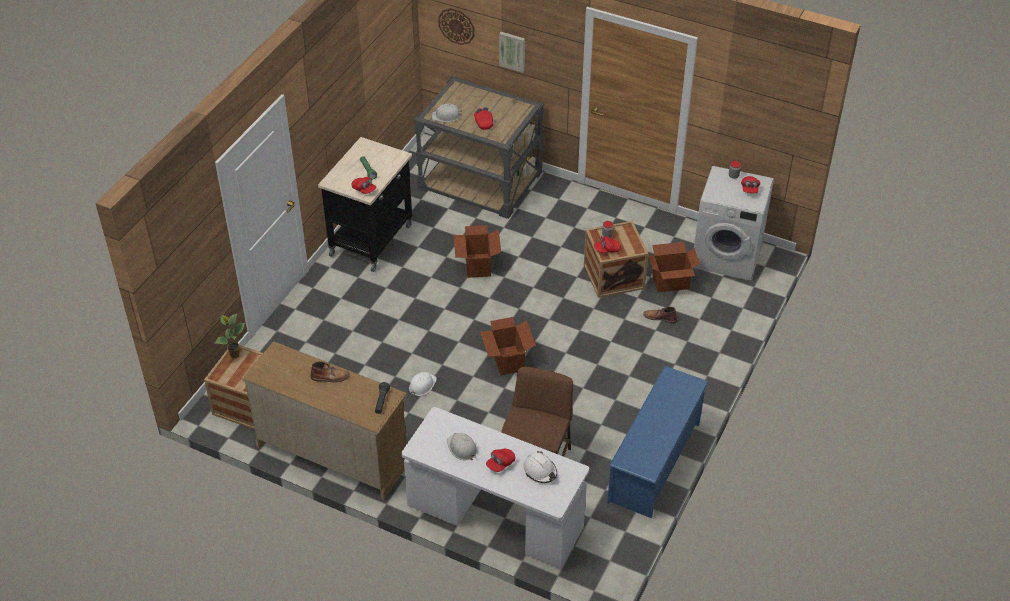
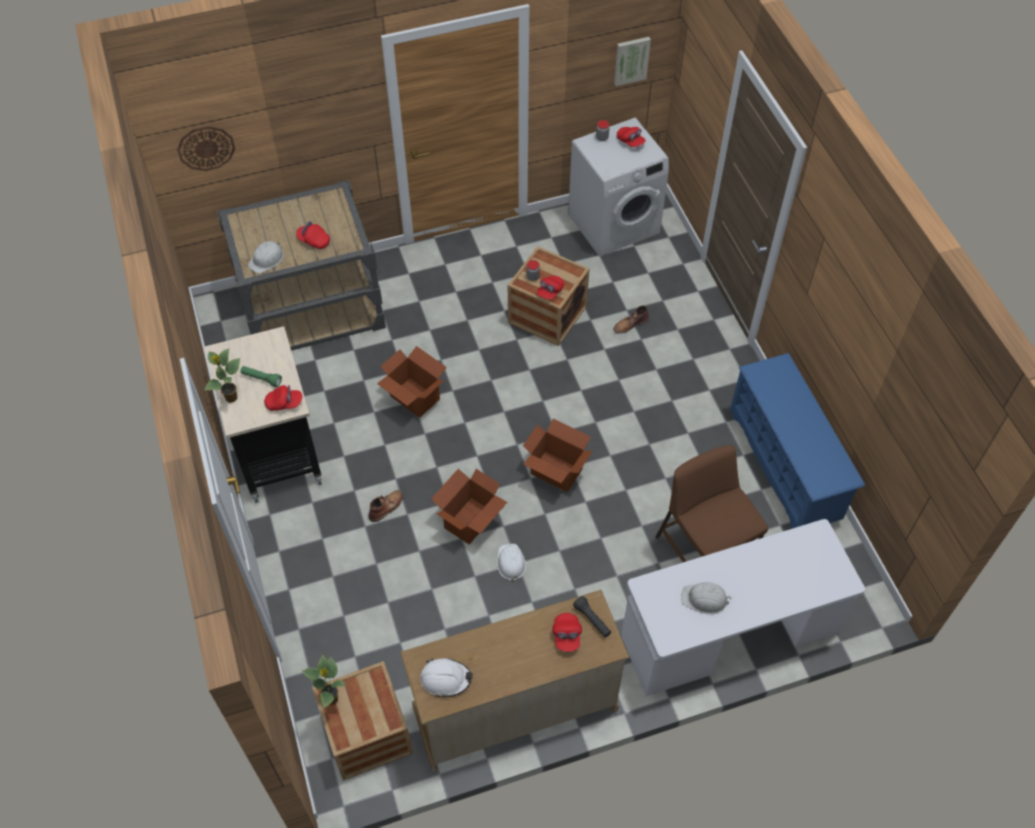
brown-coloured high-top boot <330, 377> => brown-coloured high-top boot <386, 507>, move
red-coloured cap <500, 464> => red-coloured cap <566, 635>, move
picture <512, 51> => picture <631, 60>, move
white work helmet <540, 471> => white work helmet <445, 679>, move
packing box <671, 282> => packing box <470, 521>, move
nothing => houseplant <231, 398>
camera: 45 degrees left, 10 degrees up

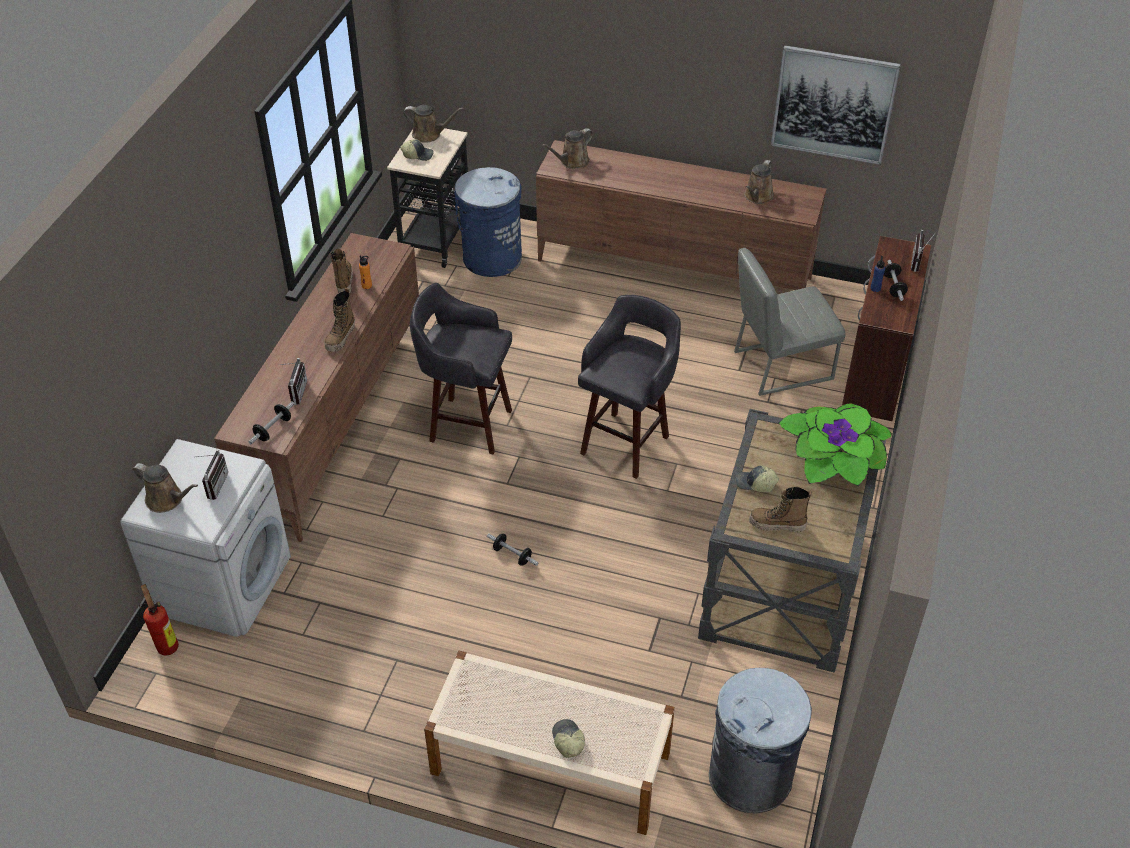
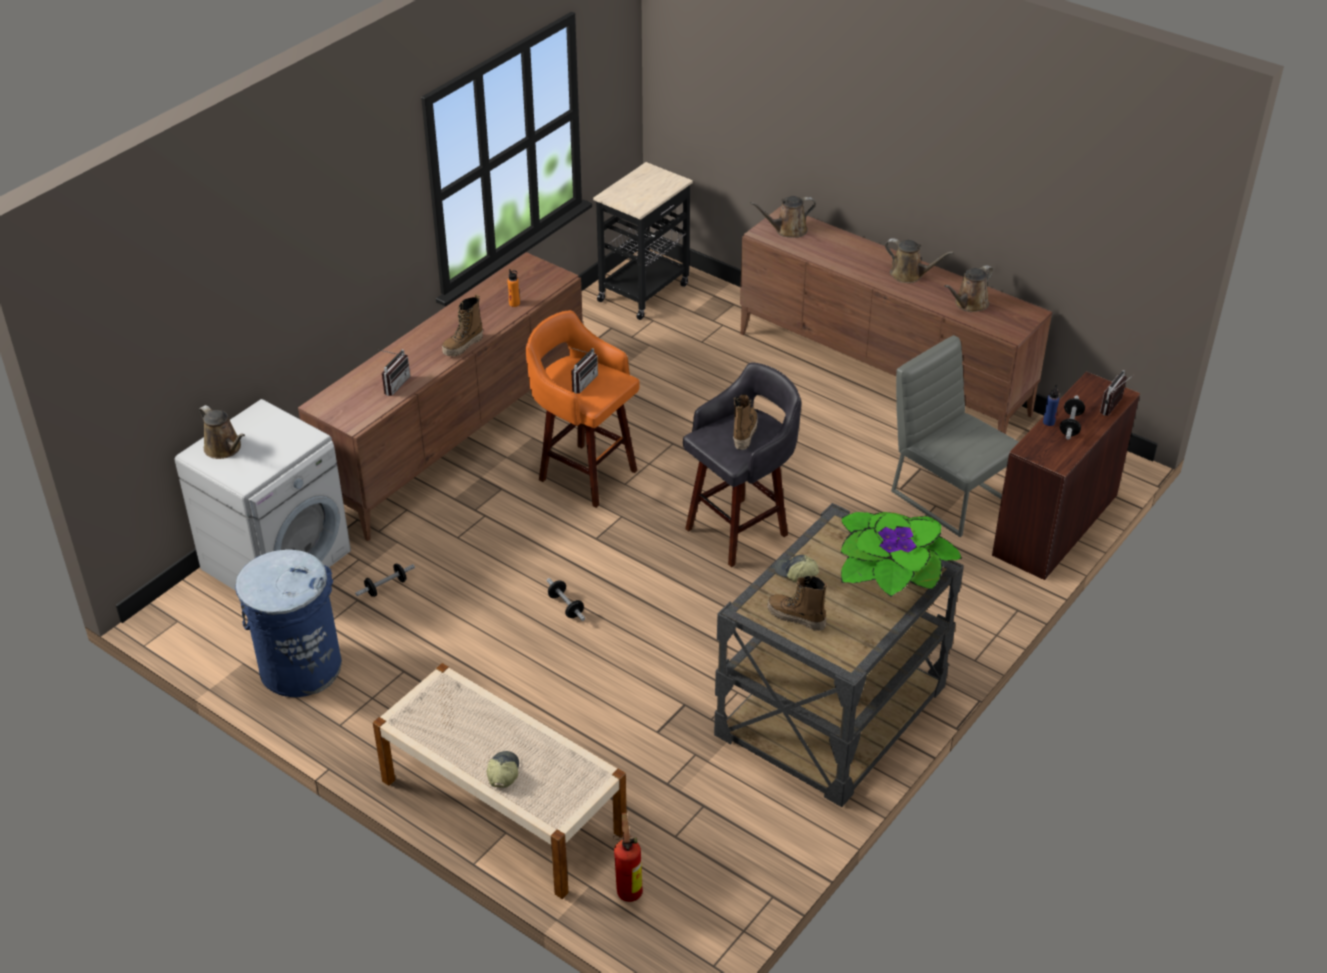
extinguisher <167, 645> => extinguisher <629, 889>, move
radio set <213, 485> => radio set <581, 382>, move
hand weight <273, 429> => hand weight <386, 587>, move
high-top boot <343, 281> => high-top boot <744, 433>, move
cap <418, 155> => nothing
brown-coloured watering pot <429, 134> => brown-coloured watering pot <909, 275>, move
gray stool <467, 424> => orangey stool <584, 473>
blue-coloured trash can <491, 258> => blue-coloured trash can <300, 667>, move
gray trash can <751, 776> => nothing
gray plain chair <780, 365> => gray plain chair <948, 494>, 45 degrees clockwise
picture <833, 104> => nothing
camera: 20 degrees right, 5 degrees down

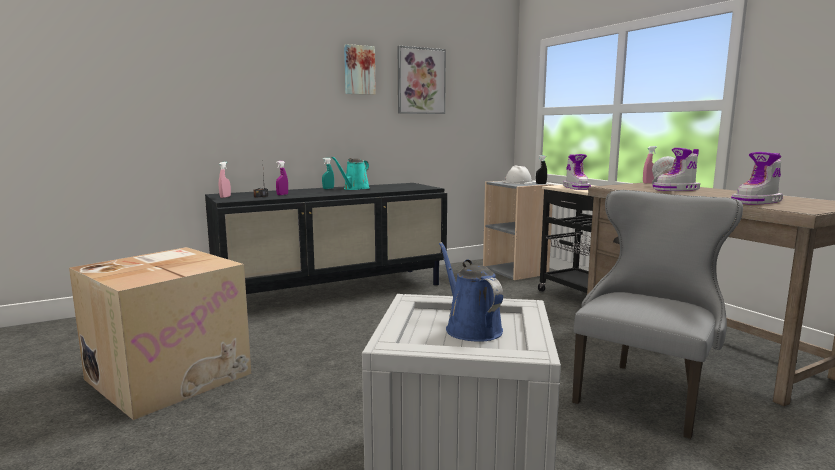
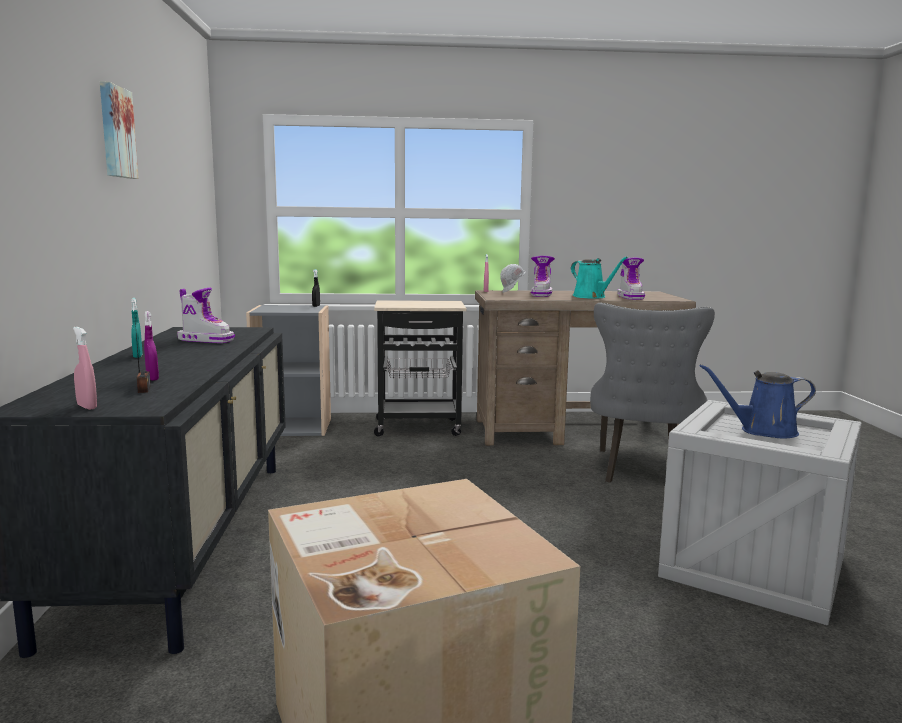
blue-green watering pot <354, 188> => blue-green watering pot <591, 297>, move
picture <421, 81> => nothing
white work helmet <517, 182> => nothing
high-top boot <576, 188> => high-top boot <206, 340>, move
gray plain chair <644, 393> => gray plain chair <642, 470>, 135 degrees counterclockwise
camera: 65 degrees left, 0 degrees up

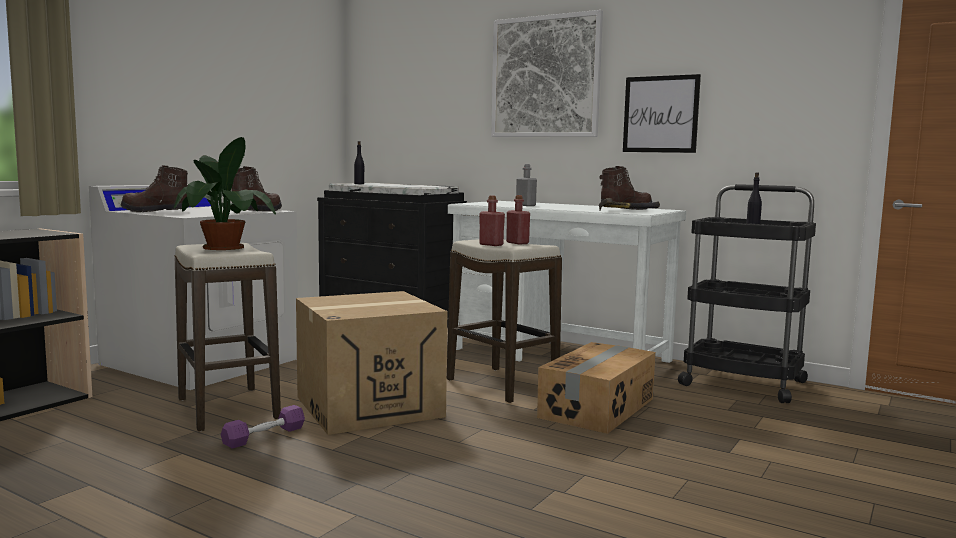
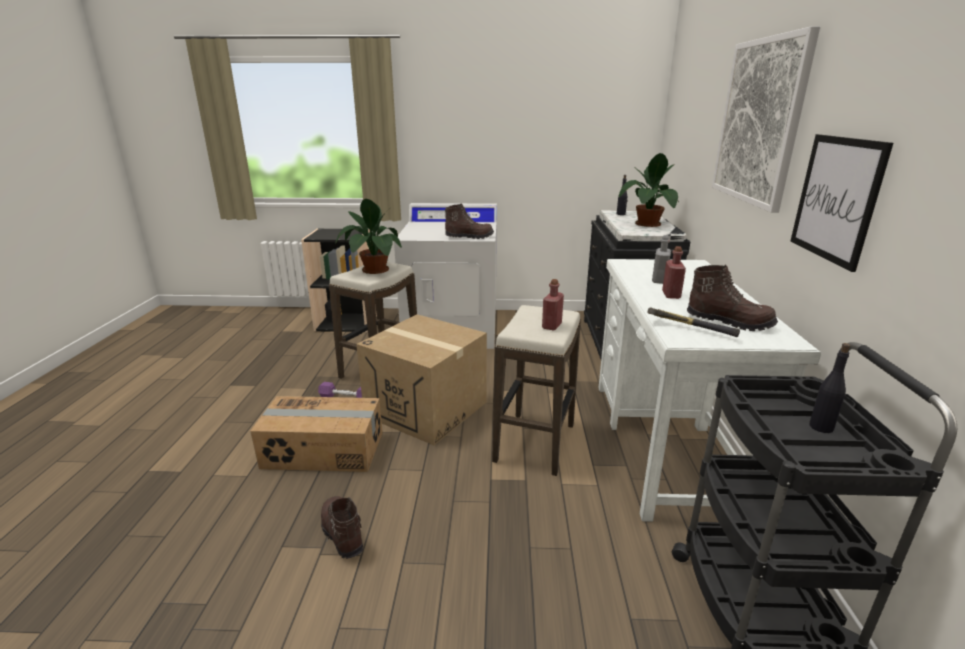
brown-coloured high-top boot <155, 211> => brown-coloured high-top boot <341, 534>, move
red-coloured beverage bottle <491, 245> => red-coloured beverage bottle <671, 295>, move
packing box <598, 408> => packing box <323, 451>, move
nothing => houseplant <647, 224>
camera: 60 degrees right, 15 degrees up

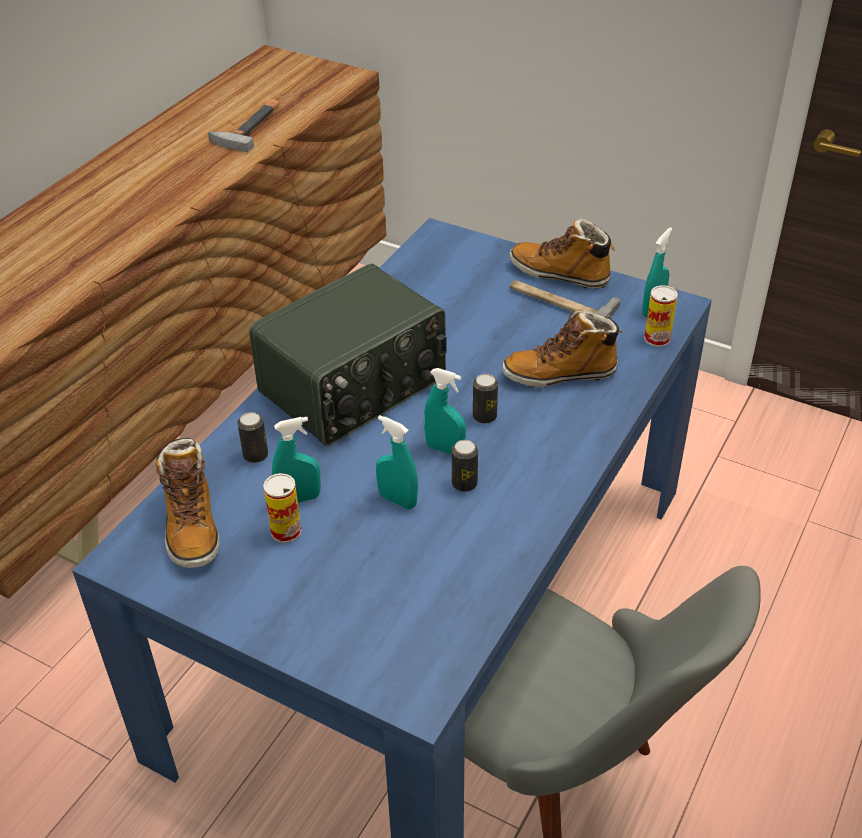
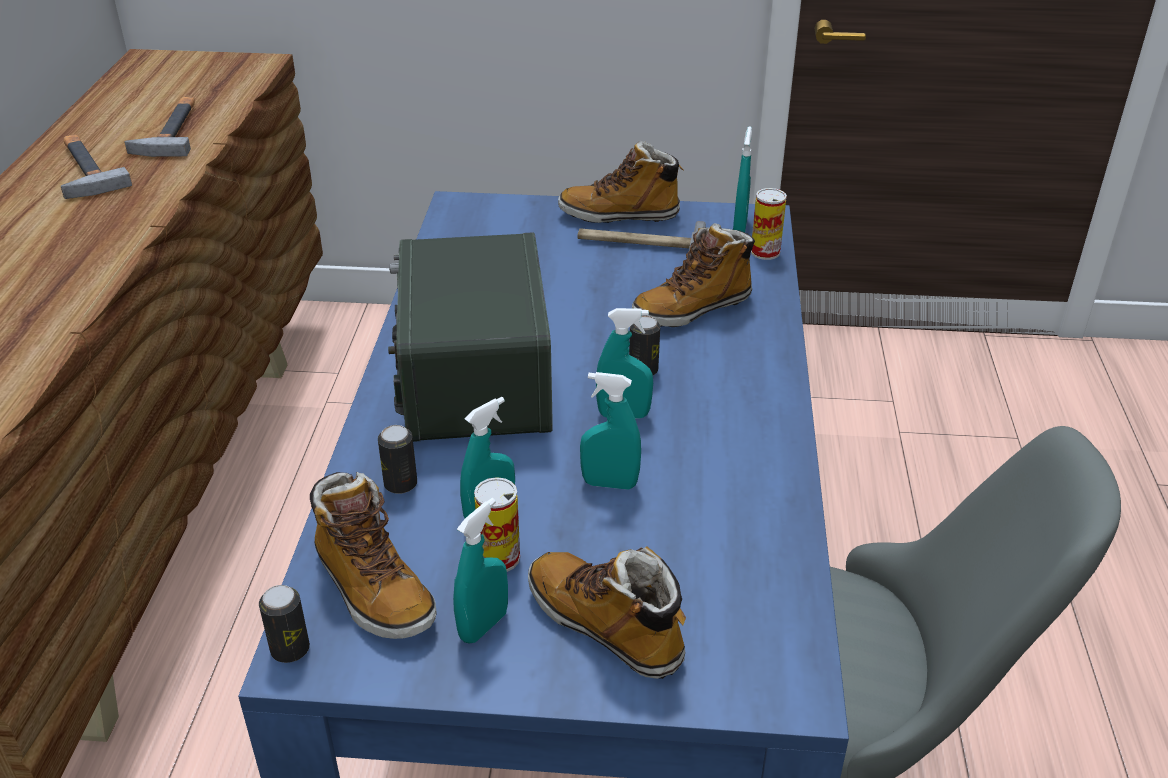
radio set <355, 387> => radio set <472, 379>, 150 degrees clockwise
sealed can <464, 483> => sealed can <290, 649>, move
nothing => tool hammer <83, 169>
nothing => blue-green hand sprayer <483, 626>
nothing => high-top boot <606, 626>
camera: 25 degrees left, 5 degrees down

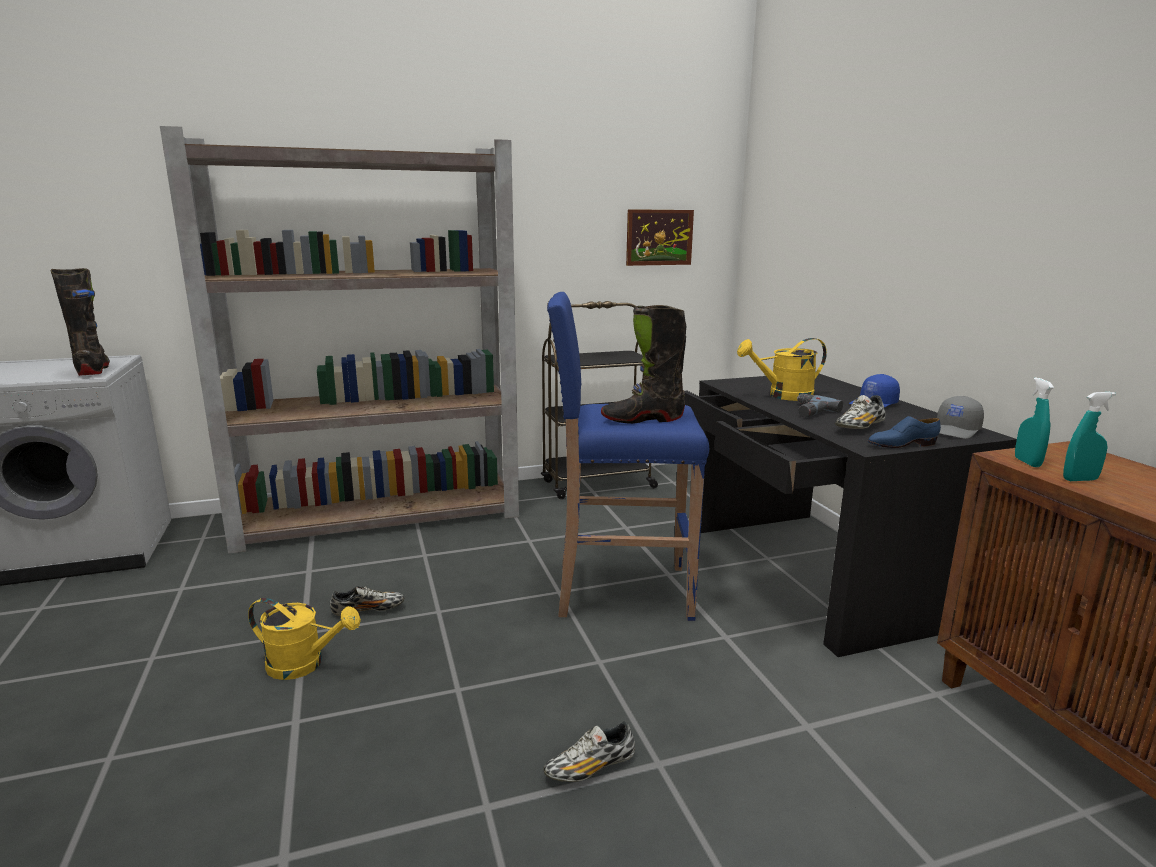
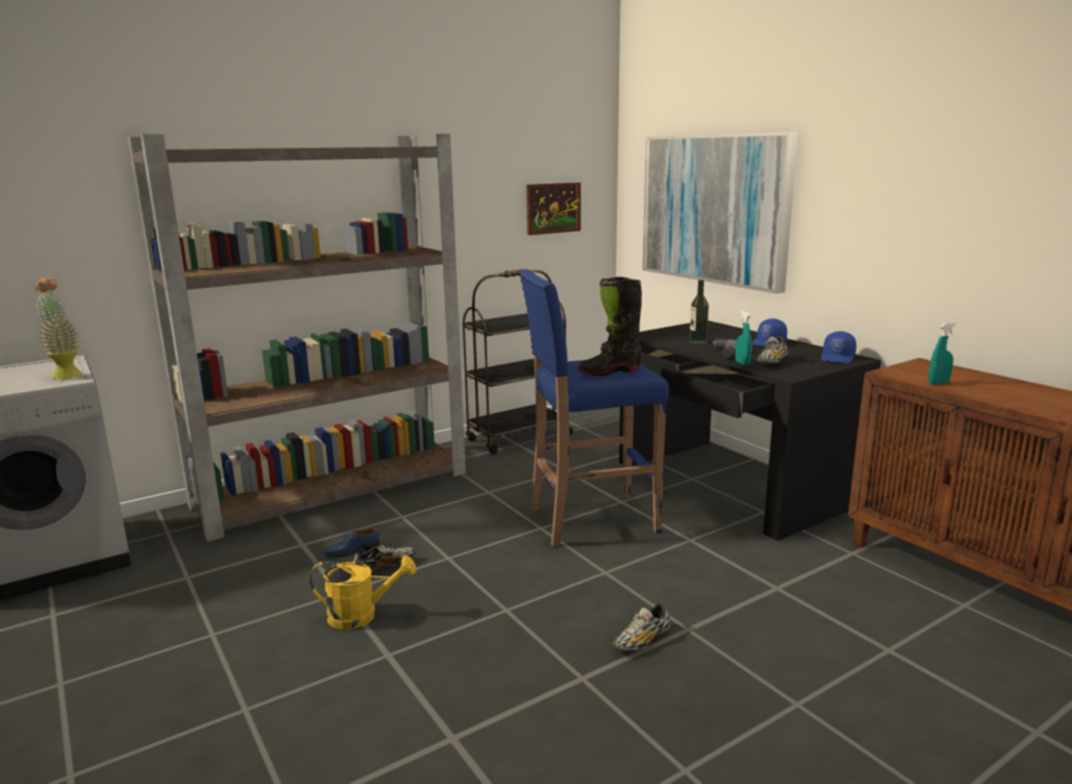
blackish high-top boot <93, 370> => houseplant <65, 374>
yellow-coloured watering pot <783, 396> => beverage bottle <698, 342>
blue-coloured low shoe <901, 445> => blue-coloured low shoe <352, 551>, move
gray cap <956, 431> => blue-coloured cap <838, 358>
blue-green hand sprayer <1027, 462> => blue-green hand sprayer <742, 363>, move
nothing => picture <715, 209>
camera: 15 degrees left, 0 degrees up

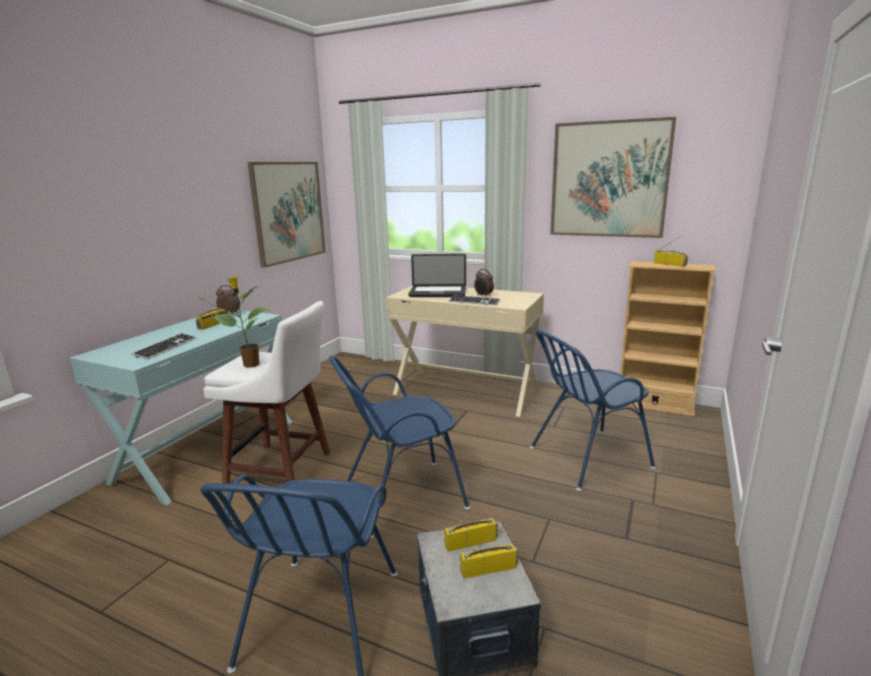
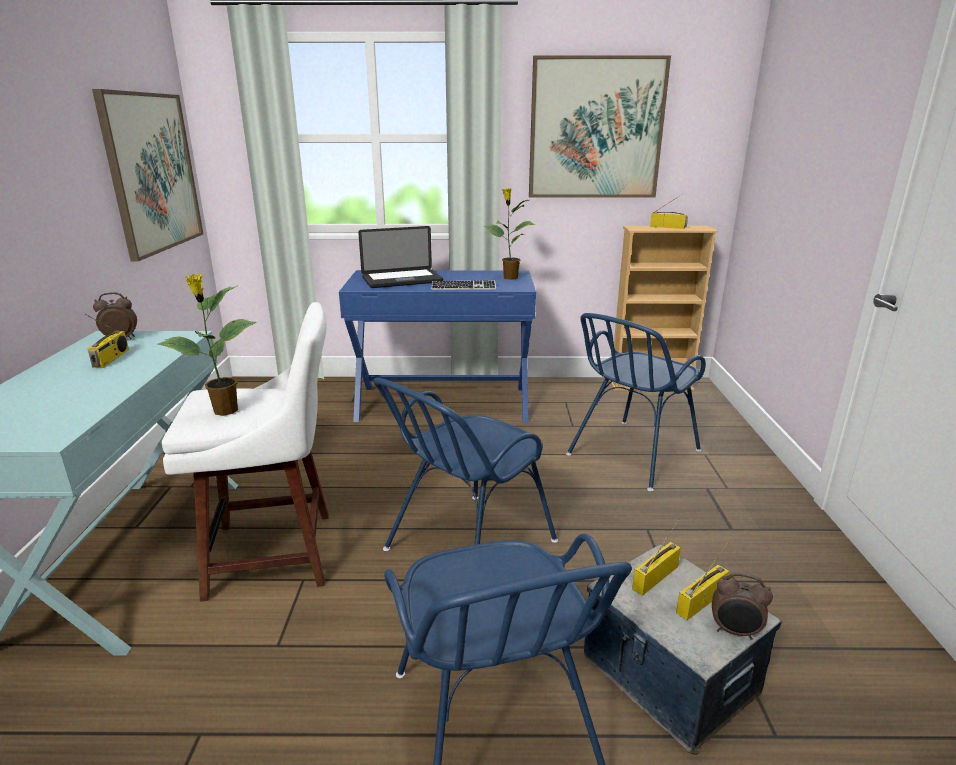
PC keyboard <166, 347> => nothing
sand-coloured desk <465, 391> => blue-coloured desk <443, 403>
table clock <483, 296> => table clock <735, 632>, move
nothing => houseplant <509, 278>
camera: 25 degrees left, 5 degrees up

